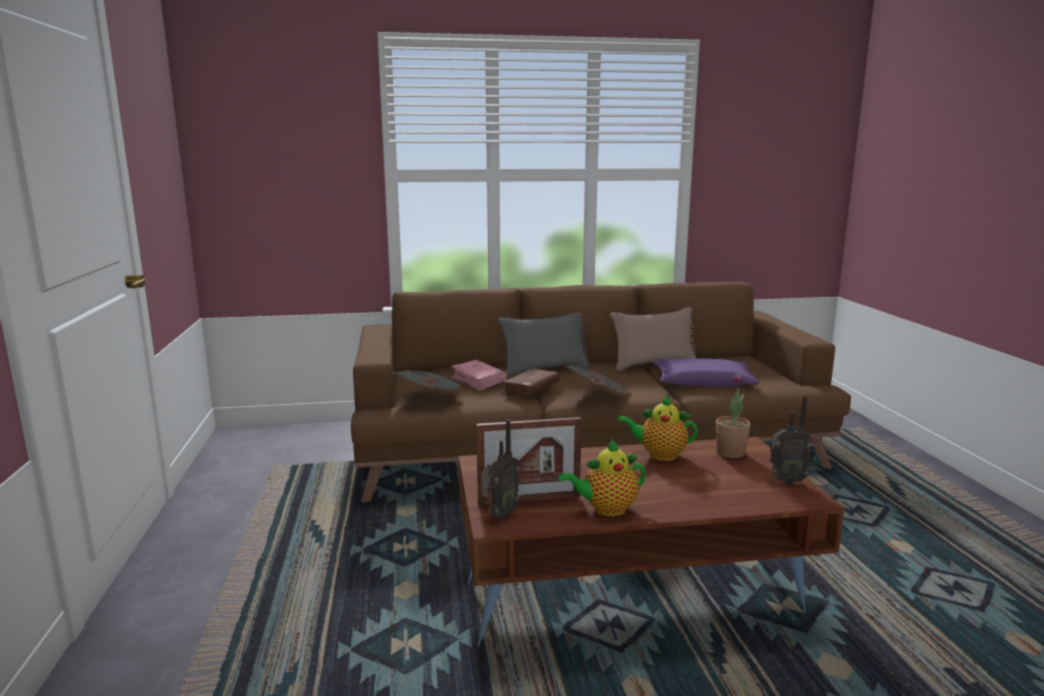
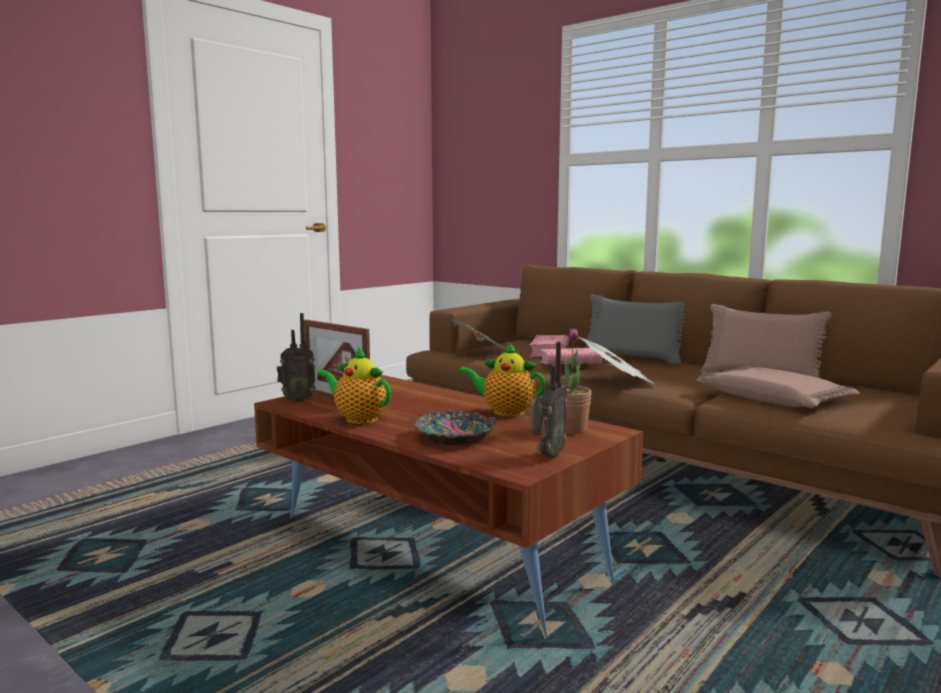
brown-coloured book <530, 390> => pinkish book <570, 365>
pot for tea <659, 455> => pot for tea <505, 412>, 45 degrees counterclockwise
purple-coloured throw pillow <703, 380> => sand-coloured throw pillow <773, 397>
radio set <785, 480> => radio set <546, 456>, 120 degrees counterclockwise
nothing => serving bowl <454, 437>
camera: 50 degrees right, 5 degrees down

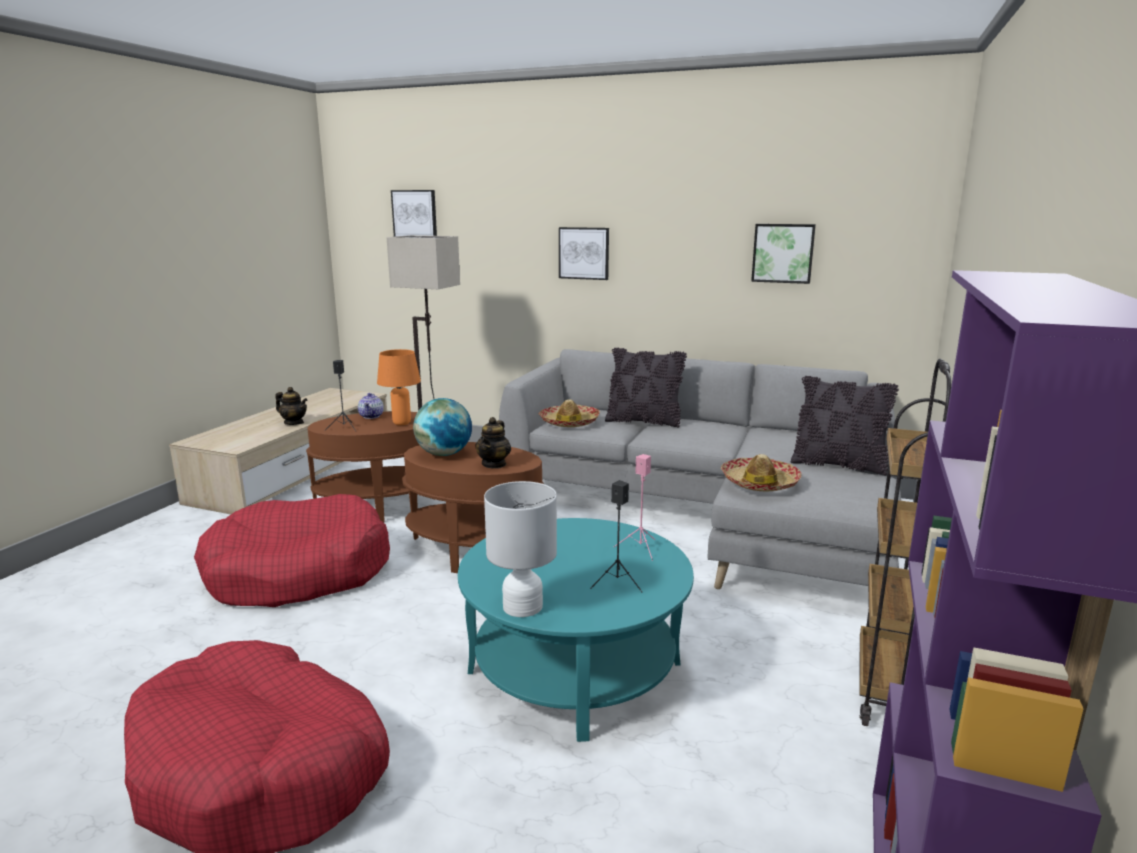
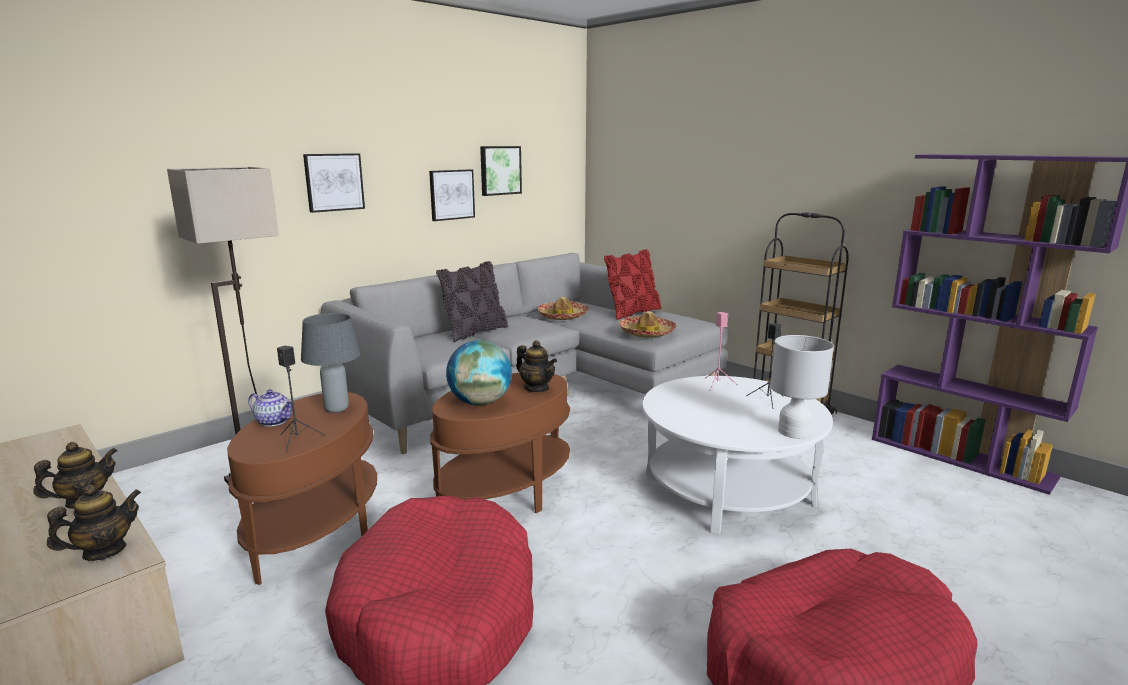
orangey table lamp <402, 423> => gray table lamp <337, 409>
picture <415, 214> => picture <451, 194>, move
blue-green lounge table <575, 666> => white lounge table <727, 488>
wearable hat <569, 422> => wearable hat <563, 316>, move
blackish throw pillow <838, 465> => red-coloured throw pillow <632, 313>
nothing => pot for tea <104, 551>
camera: 65 degrees left, 0 degrees up

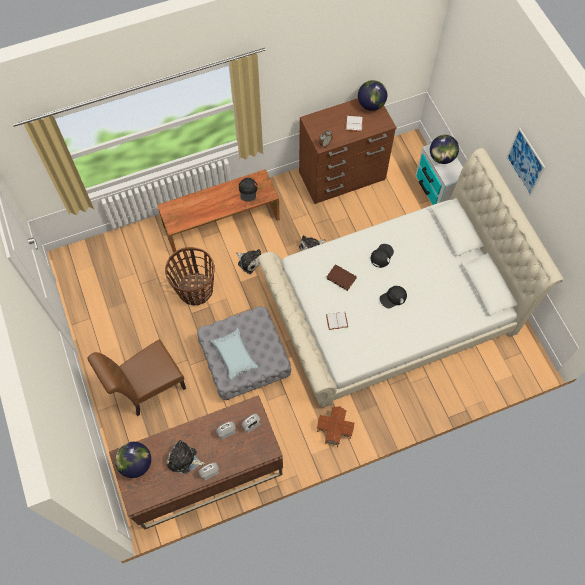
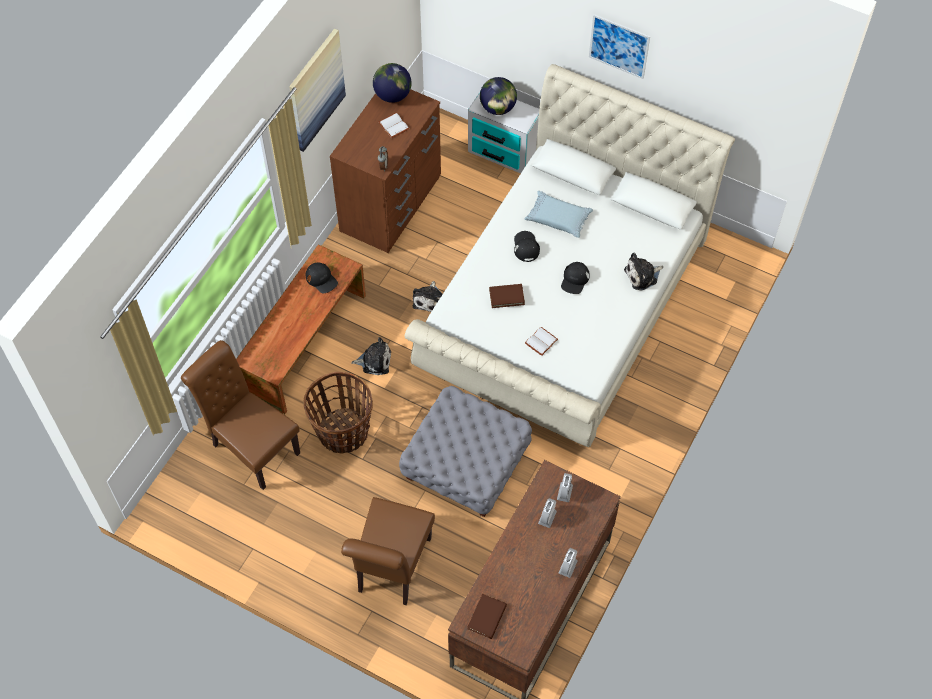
globe <136, 463> => brown-coloured book <487, 617>
plush toy <183, 459> => plush toy <642, 275>, move
blue-coloured throw pillow <234, 355> => blue-coloured throw pillow <558, 217>, move
toy house <335, 429> => nothing
nothing => brown-coloured plain chair <251, 446>
nothing => picture <316, 90>
camera: 40 degrees left, 5 degrees down

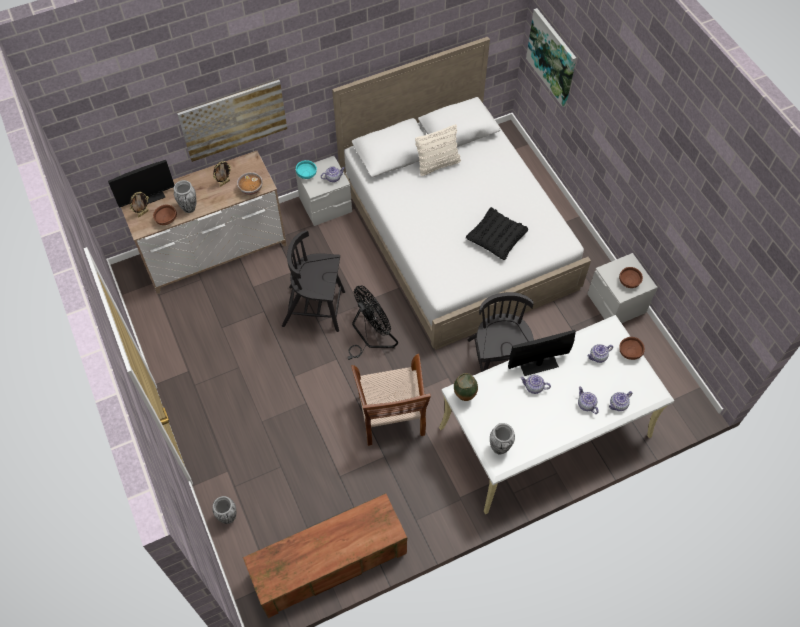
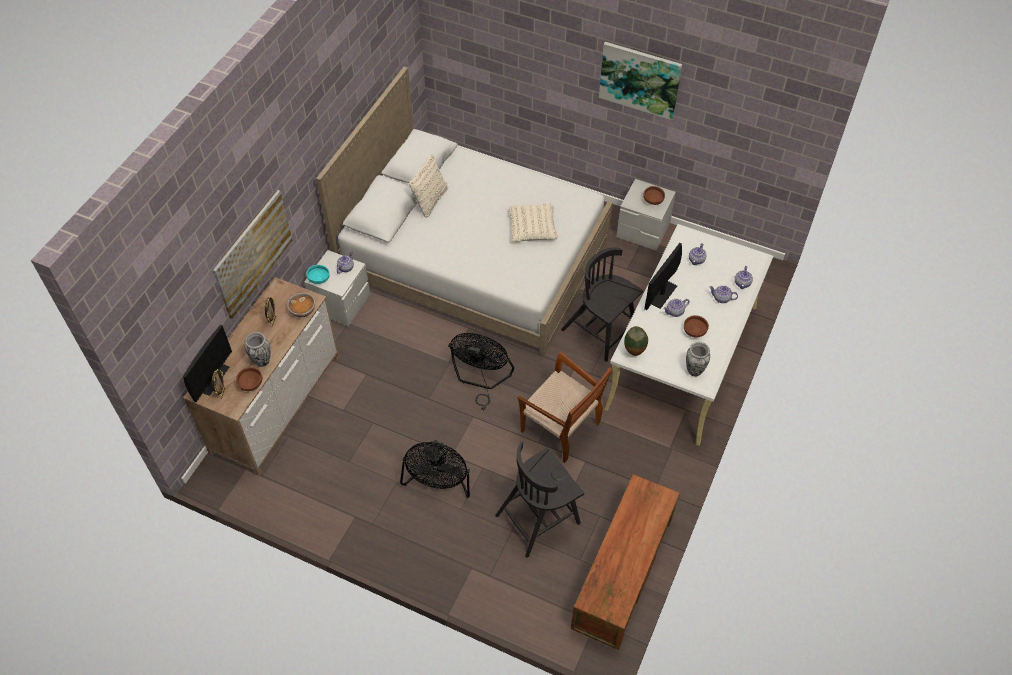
flower vase <228, 517> => nothing
blackish plain chair <315, 308> => blackish plain chair <539, 518>, move
blackish throw pillow <496, 237> => sand-coloured throw pillow <532, 227>
picture <552, 57> => picture <640, 79>, move
brown-coloured serving bowl <629, 352> => brown-coloured serving bowl <694, 331>, move
nothing => blackish electric fan <437, 478>
camera: 40 degrees left, 5 degrees down

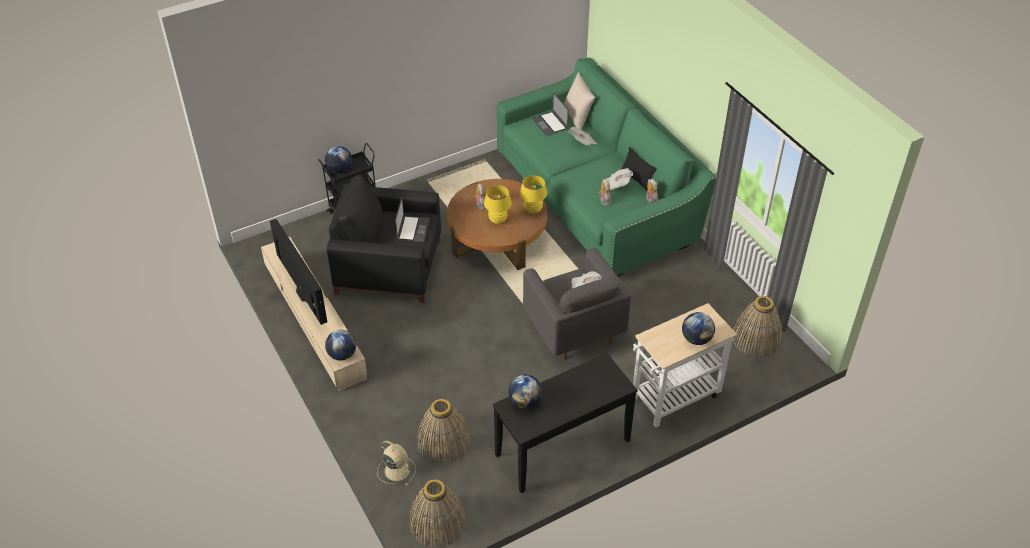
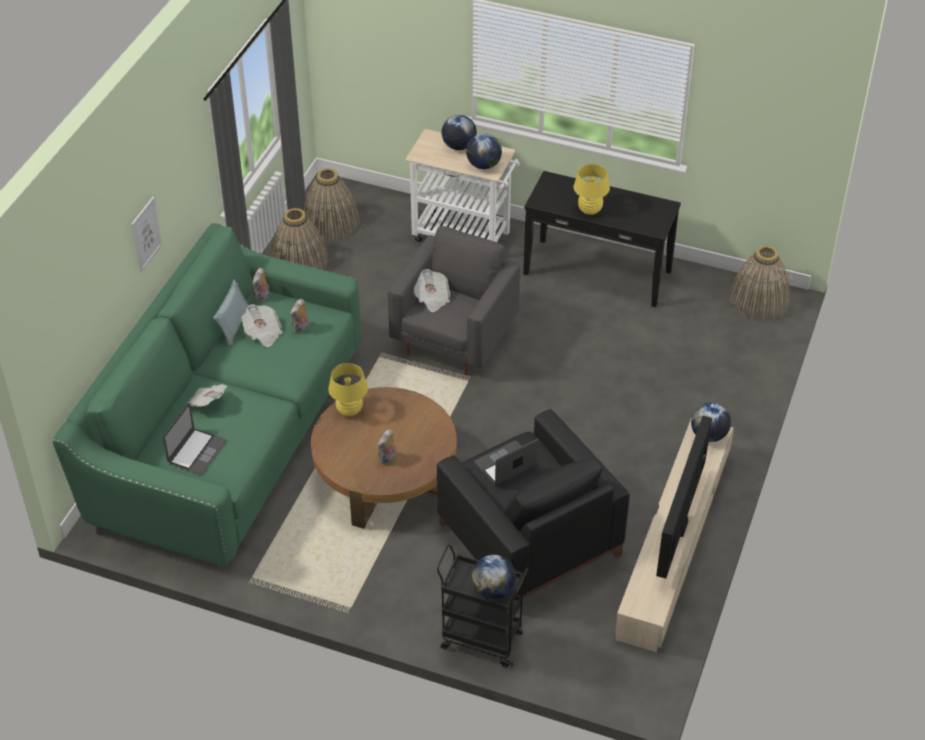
sand-coloured electric fan <396, 469> => nothing
household basket <443, 441> => household basket <299, 262>, move
yellow-coloured table lamp <498, 220> => yellow-coloured table lamp <590, 210>, move
globe <525, 401> => globe <483, 165>, move
sand-coloured throw pillow <578, 118> => nothing
blackish throw pillow <637, 179> => blue-coloured throw pillow <233, 325>
nothing => picture <146, 234>
camera: 130 degrees left, 0 degrees up

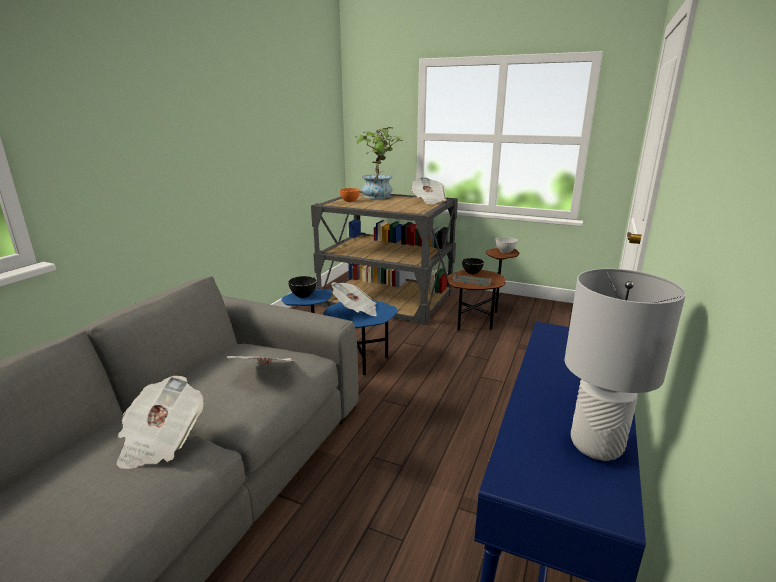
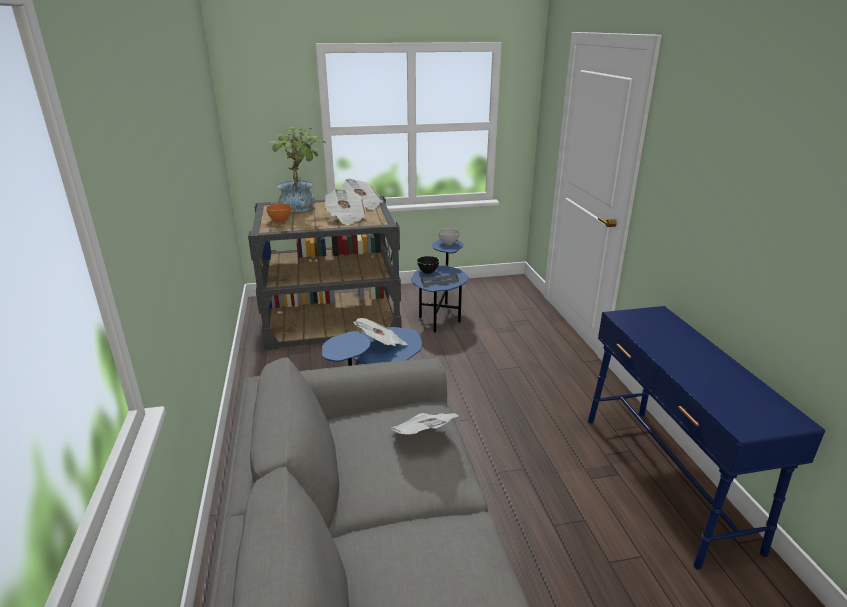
newspaper <161, 441> => newspaper <346, 218>, move
blackish serving bowl <303, 295> => nothing
brown-coloured end table <479, 319> => blue-coloured end table <441, 315>
gray table lamp <595, 448> => nothing
camera: 35 degrees left, 5 degrees up

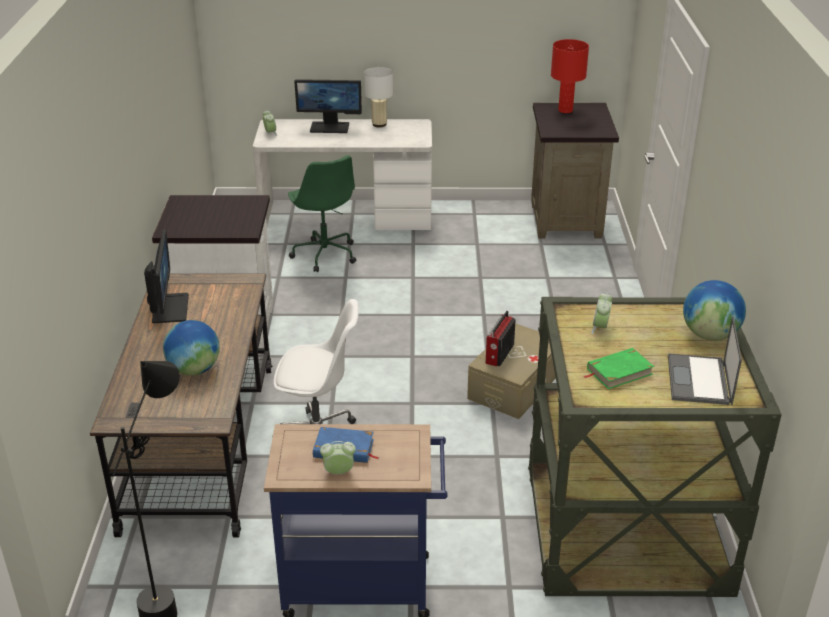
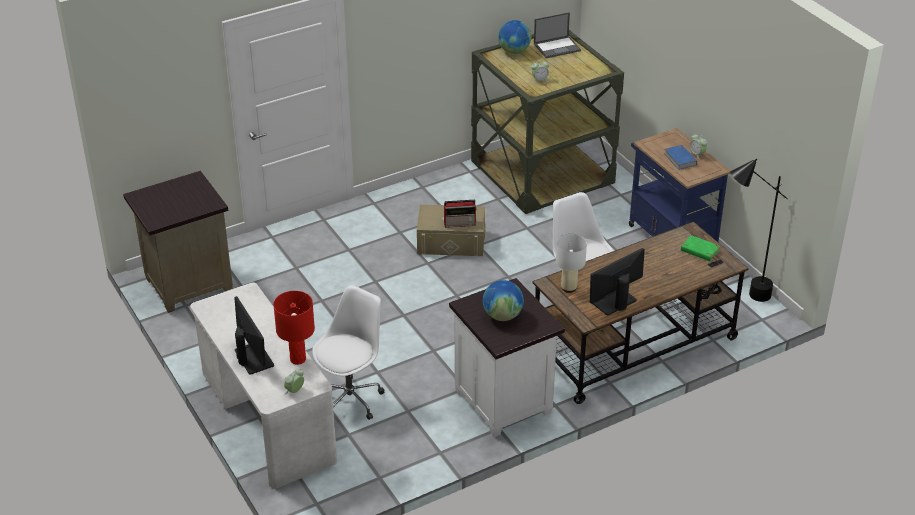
globe <194, 370> => globe <502, 316>, move
greenish office chair <325, 256> => white office chair <351, 399>
white table lamp <379, 124> => white table lamp <568, 288>, move
red-coloured table lamp <565, 110> => red-coloured table lamp <298, 359>, move
greenish book <619, 371> => greenish book <700, 251>, move
camera: 120 degrees left, 5 degrees up

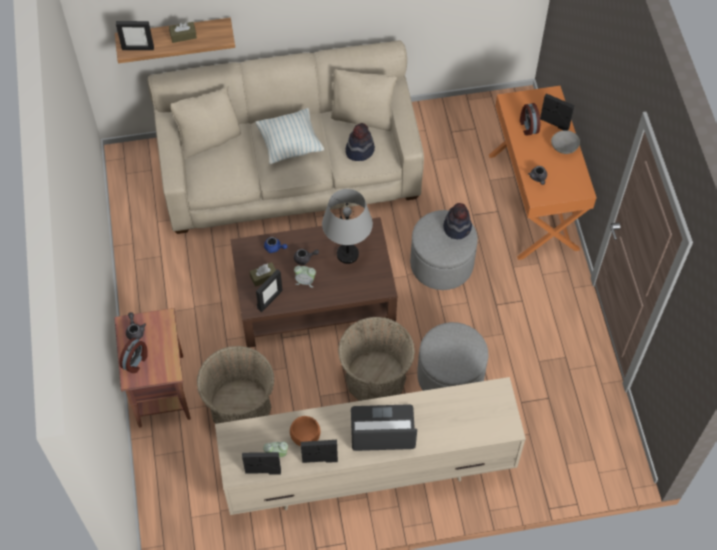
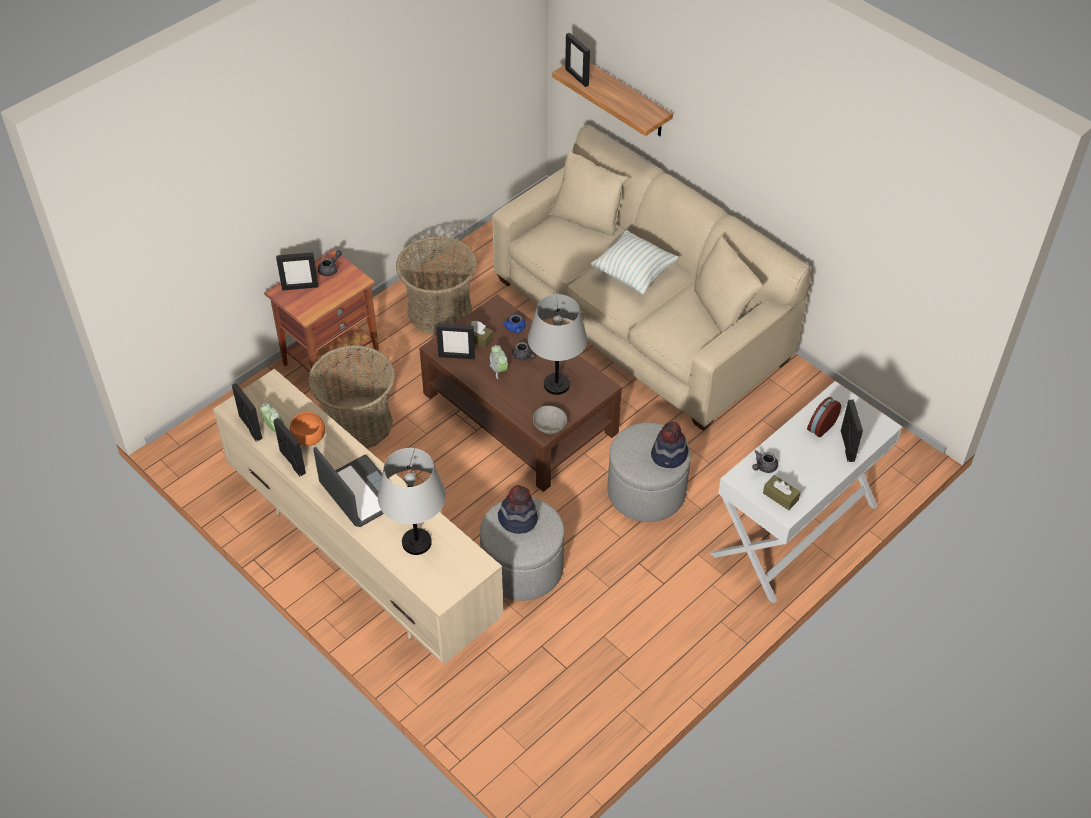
table clock <136, 361> => photo frame <300, 286>
brown-coloured tissue box <183, 35> => brown-coloured tissue box <780, 496>, move
household basket <375, 378> => household basket <439, 311>, move
wearable hat <359, 150> => wearable hat <518, 519>, move
orangey hall table <534, 201> => white hall table <795, 530>
gray serving bowl <564, 147> => gray serving bowl <549, 426>, move
nothing => gray table lamp <416, 542>
camera: 55 degrees right, 10 degrees down

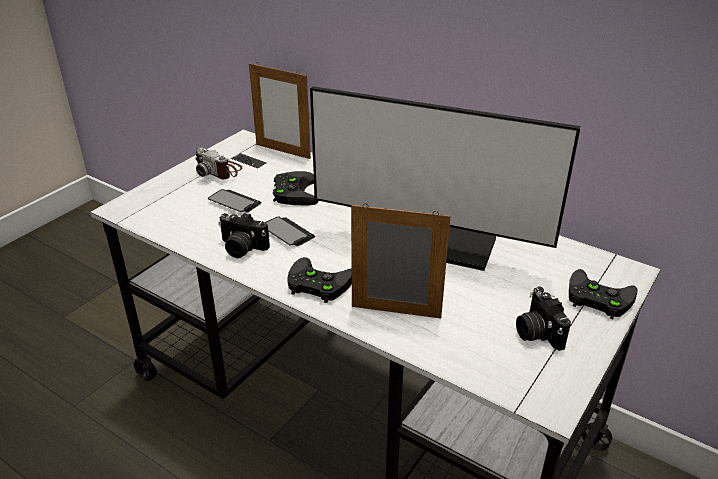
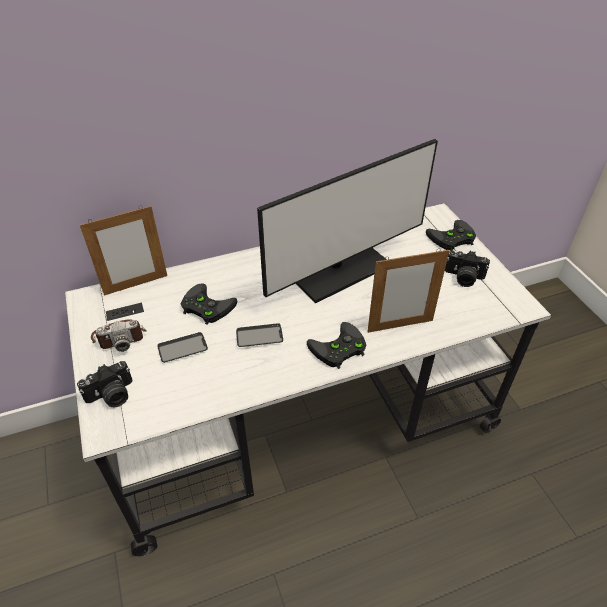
photo camera <241, 248> => photo camera <111, 396>, move
photo frame <396, 312> => photo frame <400, 326>, 150 degrees counterclockwise
camera: 55 degrees left, 10 degrees up

